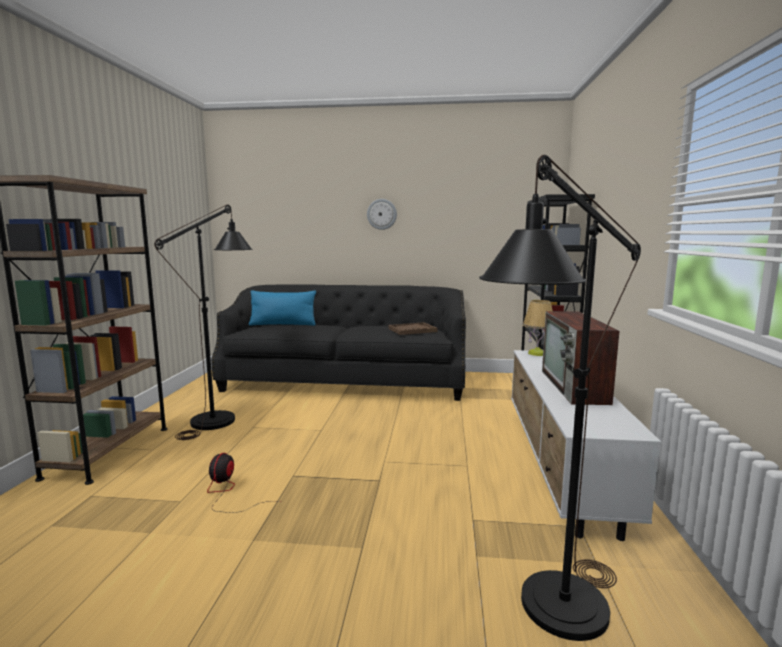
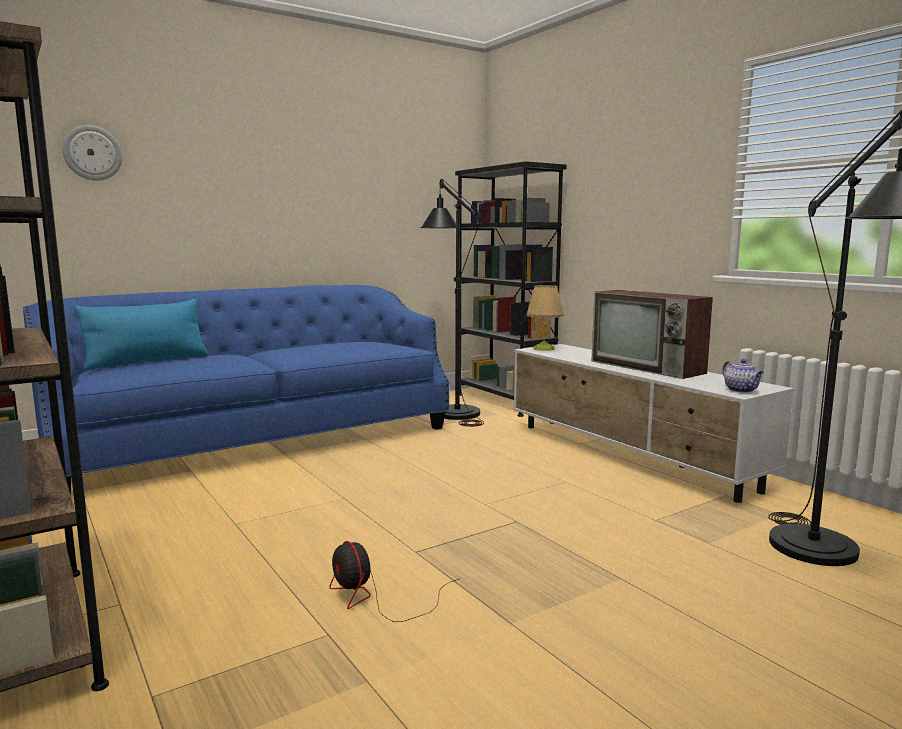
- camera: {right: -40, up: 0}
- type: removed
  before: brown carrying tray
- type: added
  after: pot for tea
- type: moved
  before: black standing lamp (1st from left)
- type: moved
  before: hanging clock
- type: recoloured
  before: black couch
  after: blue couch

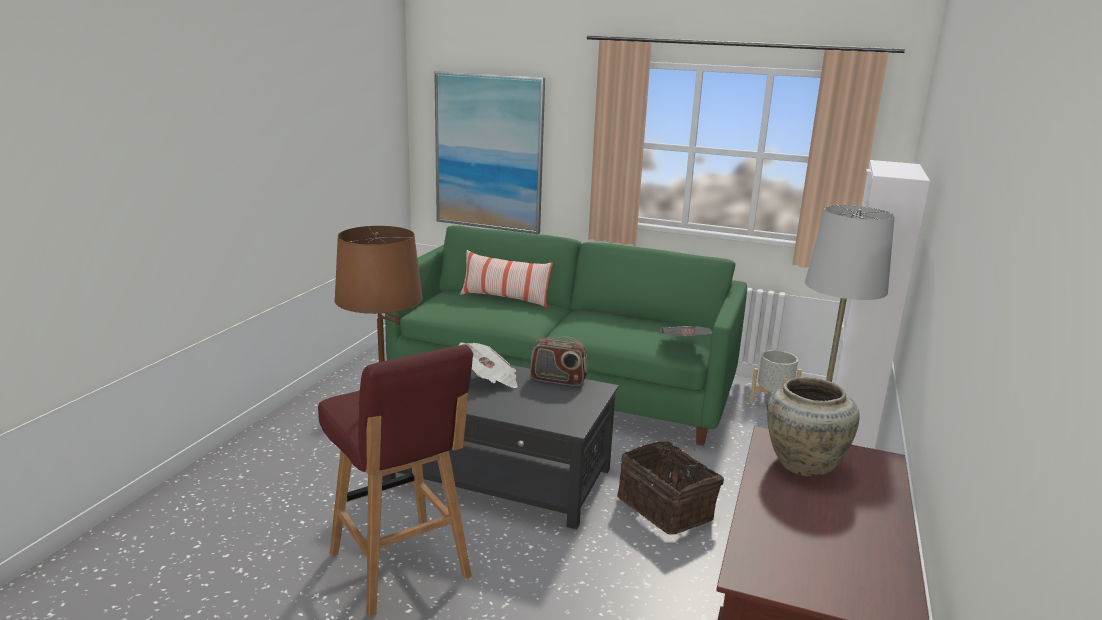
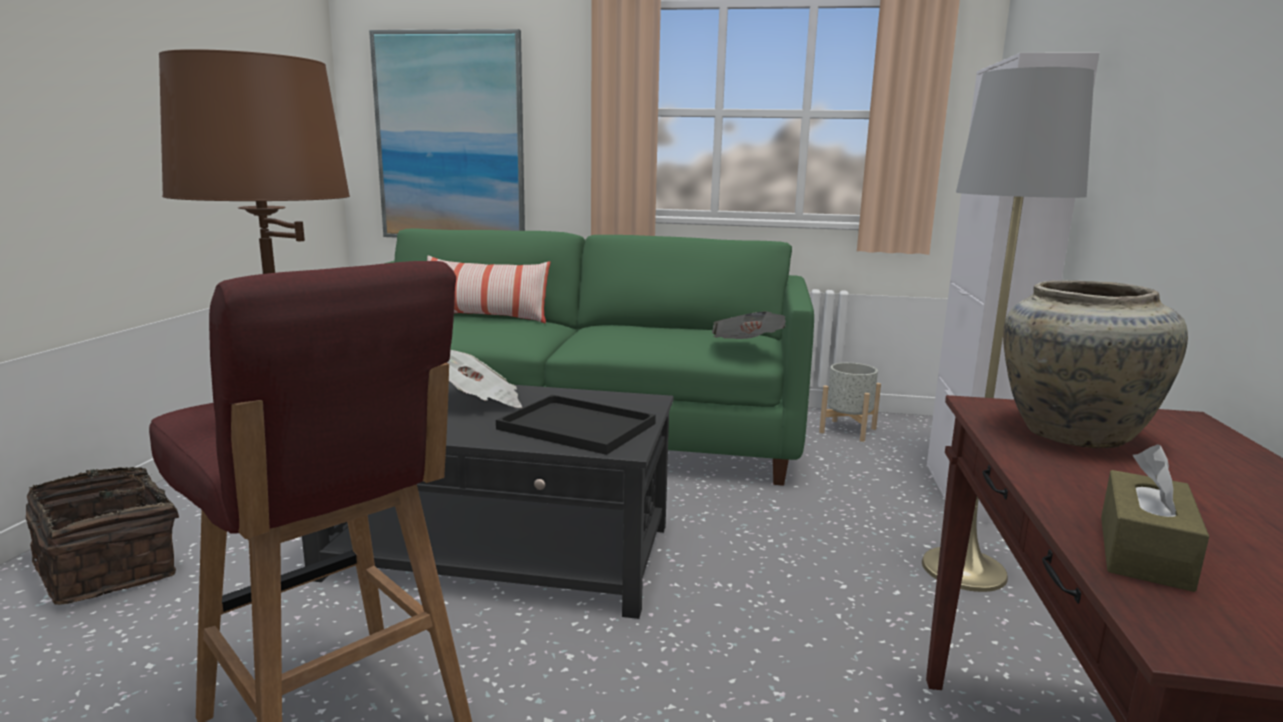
- camera: {right: -10, up: -5}
- type: removed
  before: radio receiver
- type: added
  after: black carrying tray
- type: added
  after: brown tissue holder
- type: moved
  before: basket

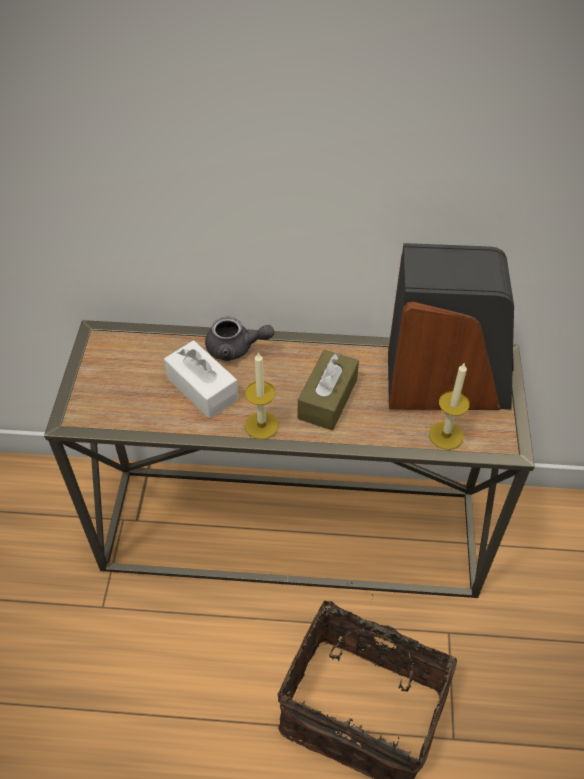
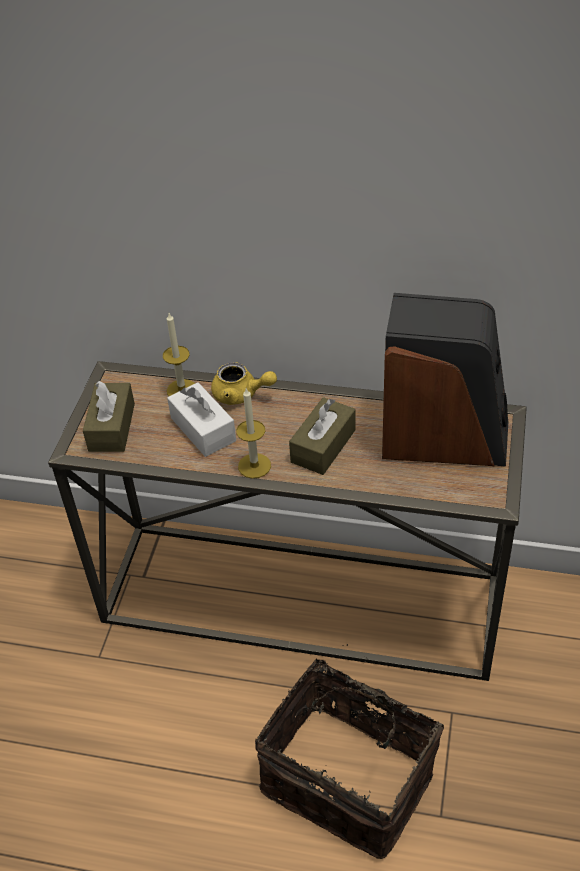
- camera: {right: 10, up: -5}
- type: added
  after: brown tissue holder (1st from left)
- type: moved
  before: wax candle (2nd from left in the first image)
  after: wax candle (1st from left)
- type: recoloured
  before: grey pot for tea
  after: yellow pot for tea

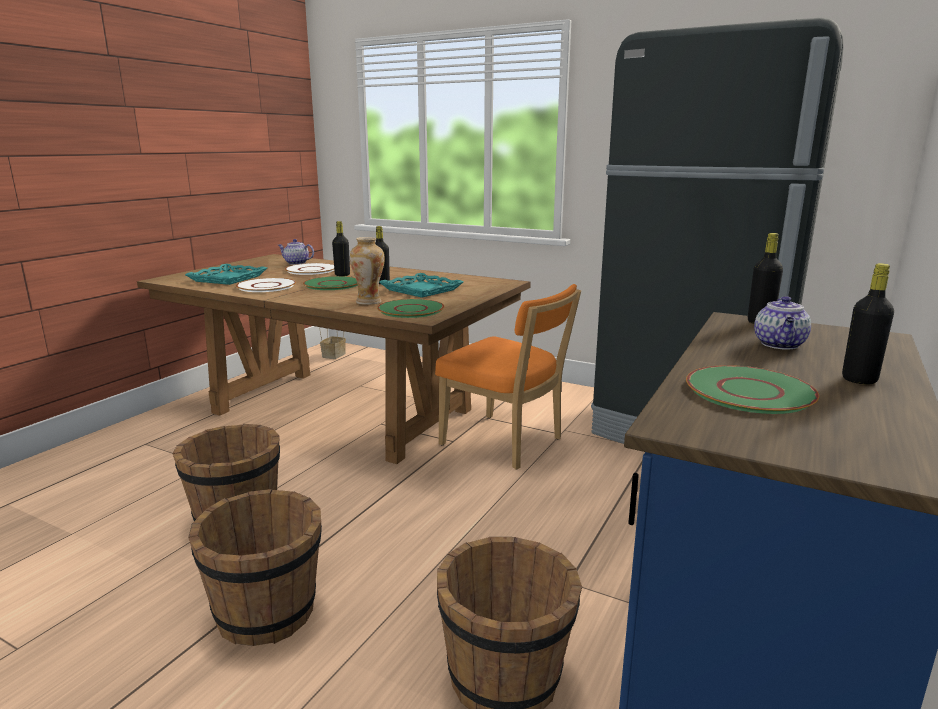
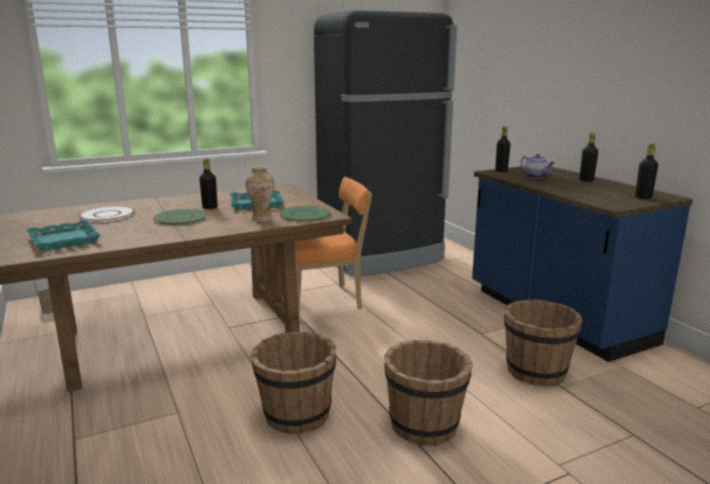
- camera: {right: -55, up: 0}
- type: removed
  before: white-coloured dinner plate (1st from left)
- type: removed
  before: pot for tea (1st from left)
- type: removed
  before: greenish dinner plate (3rd from left)
- type: moved
  before: black bottle (1st from left in the first image)
  after: black bottle (4th from left)

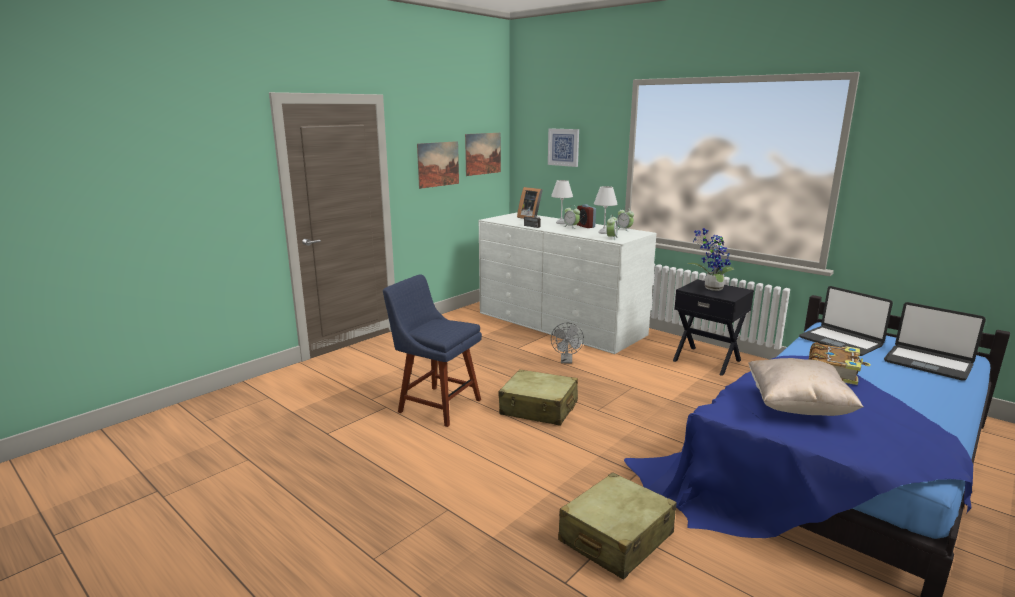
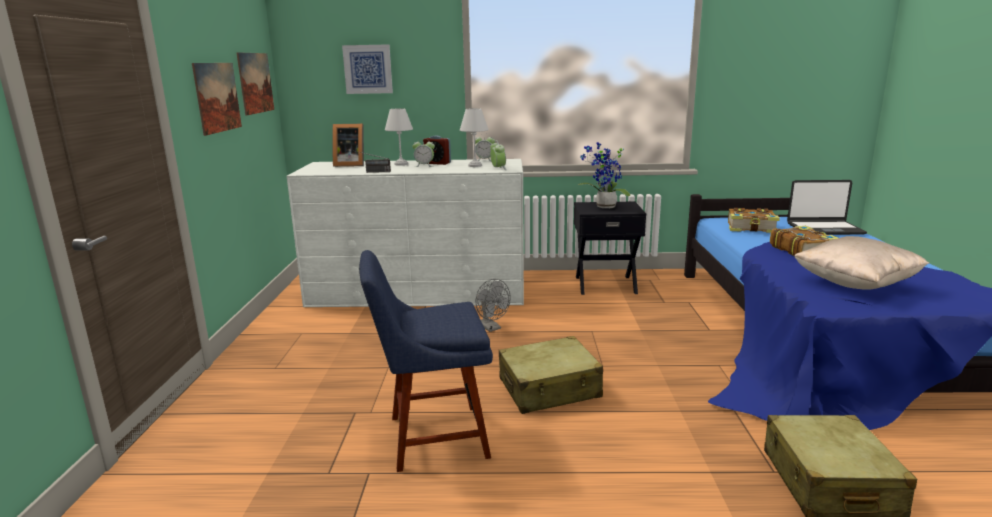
- camera: {right: -40, up: 0}
- type: replaced
  before: laptop (1st from left)
  after: bound book (1st from left)

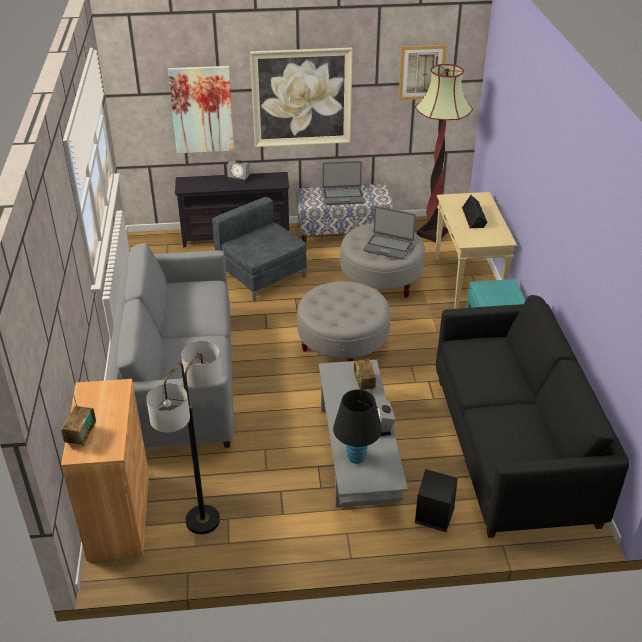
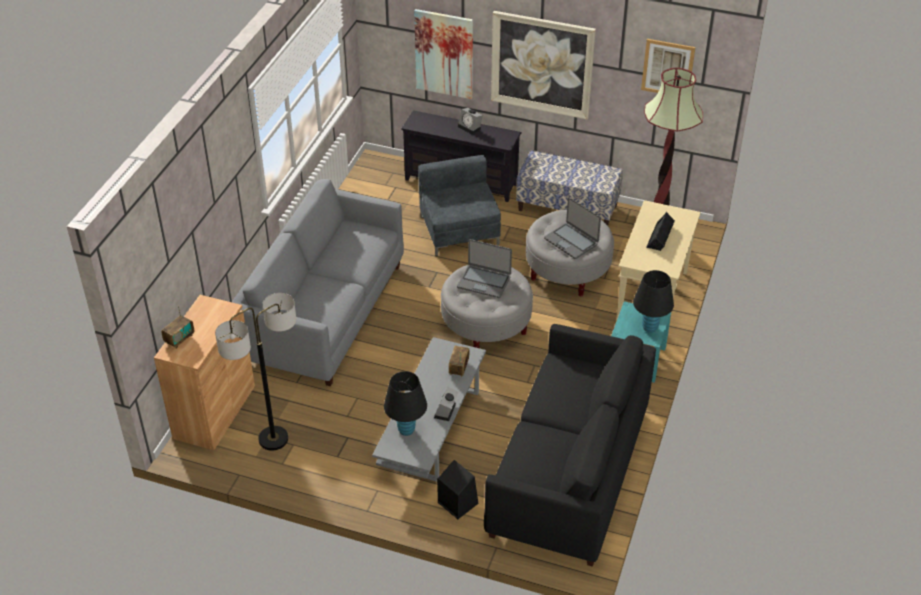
- camera: {right: 25, up: 5}
- type: added
  after: black table lamp (2nd from left)
- type: moved
  before: laptop (1st from left)

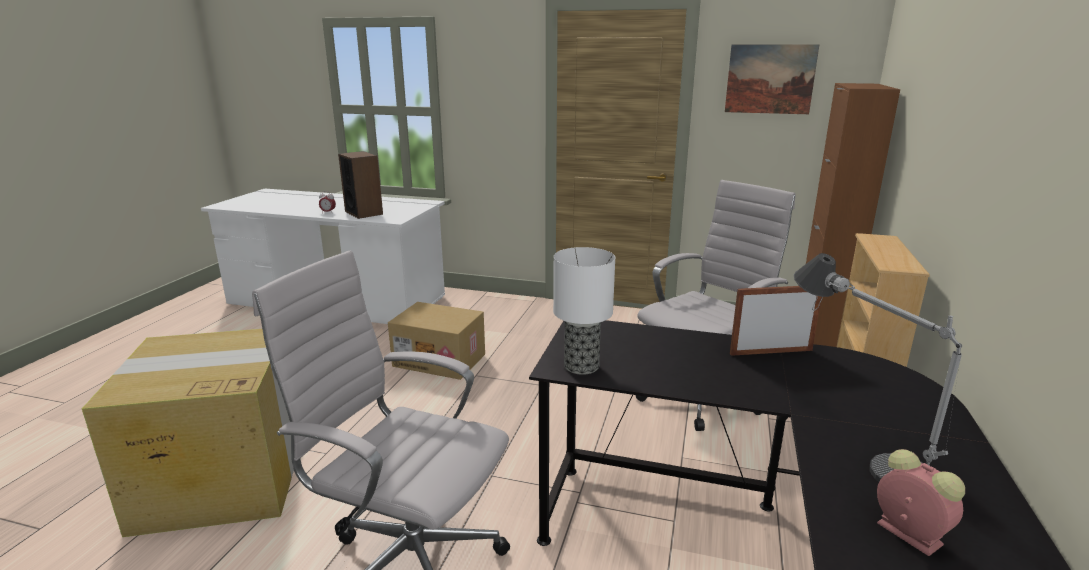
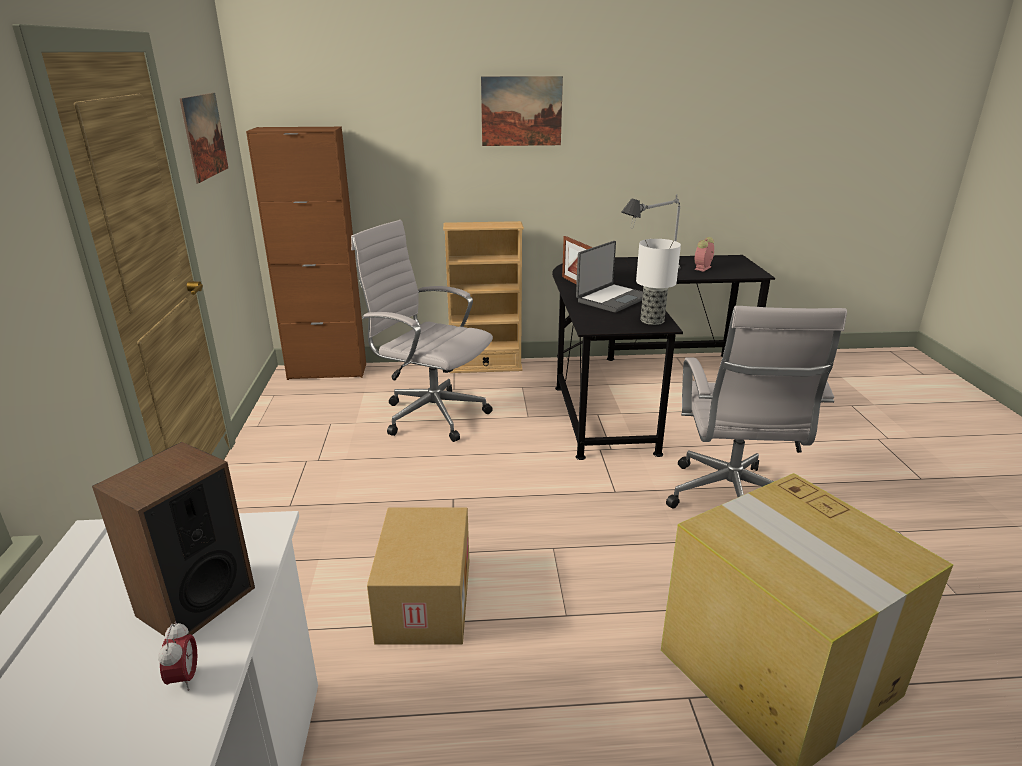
- camera: {right: -110, up: 5}
- type: added
  after: wall picture (2nd from left)
- type: added
  after: laptop

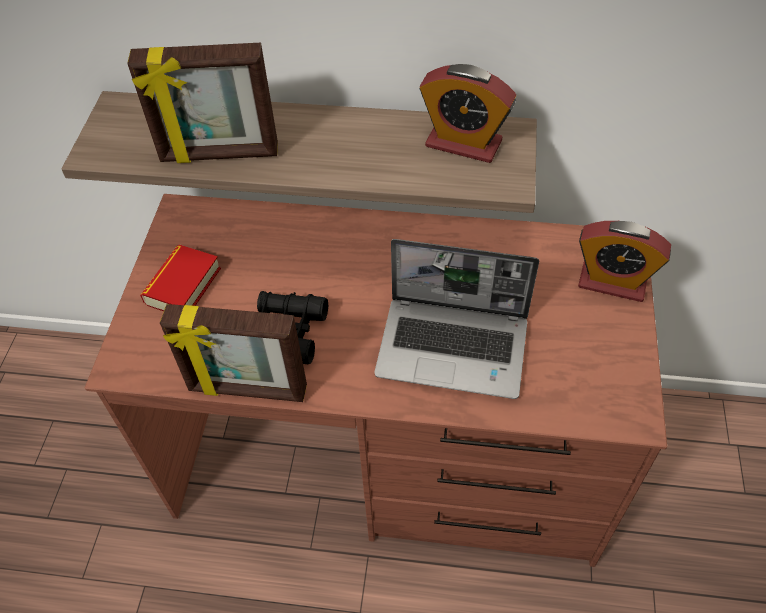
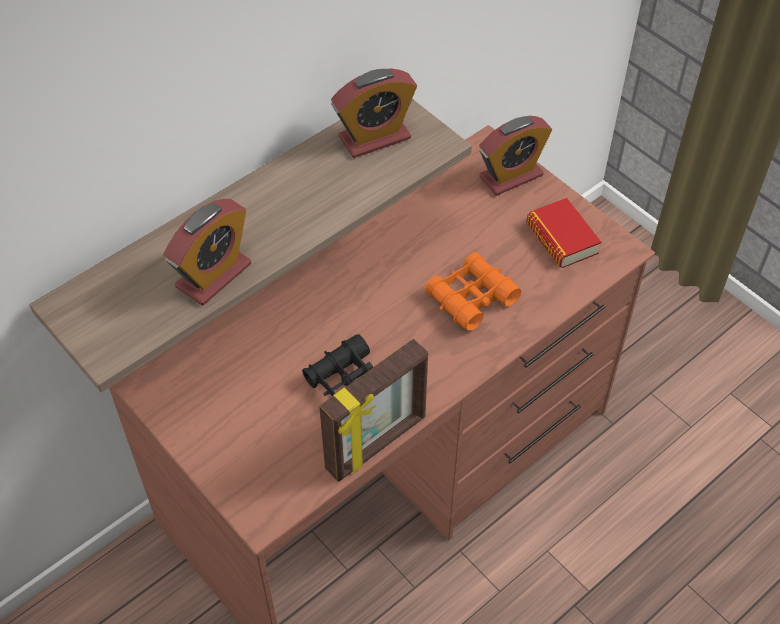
- camera: {right: -50, up: 0}
- type: moved
  before: bound book
- type: replaced
  before: photo frame (1st from left)
  after: bedside clock (1st from left)
- type: replaced
  before: laptop
  after: orange-coloured binoculars

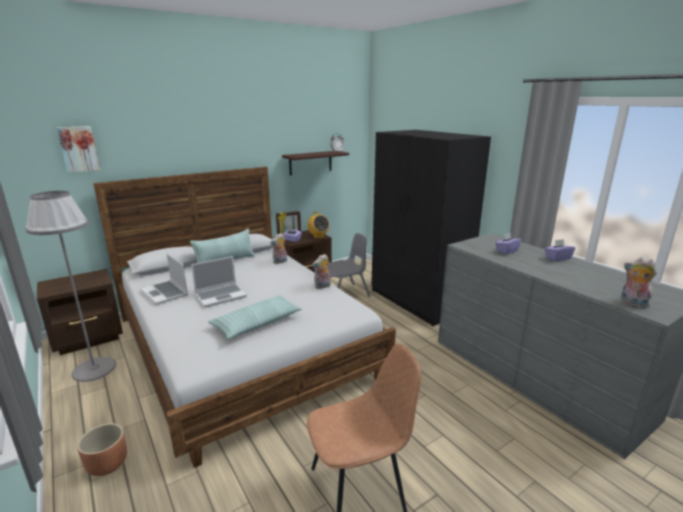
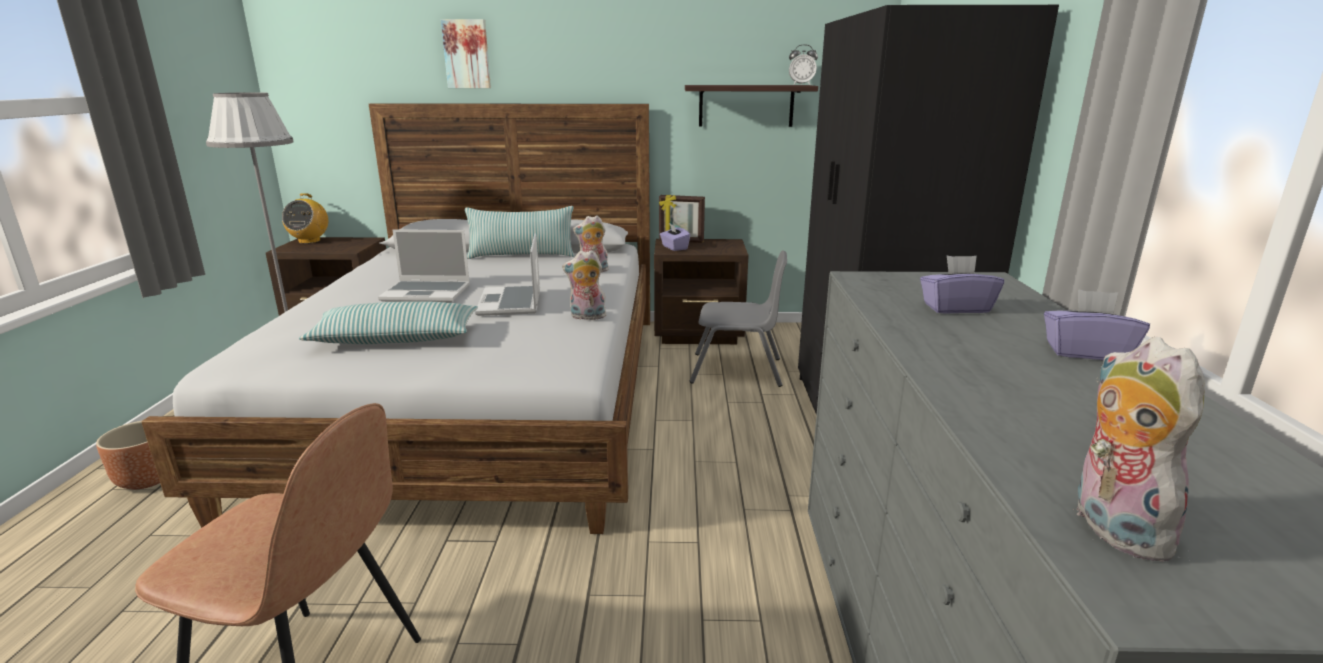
- camera: {right: 35, up: 0}
- type: moved
  before: wall picture
- type: moved
  before: laptop (1st from left in the first image)
  after: laptop (2nd from left)
- type: moved
  before: radio receiver

